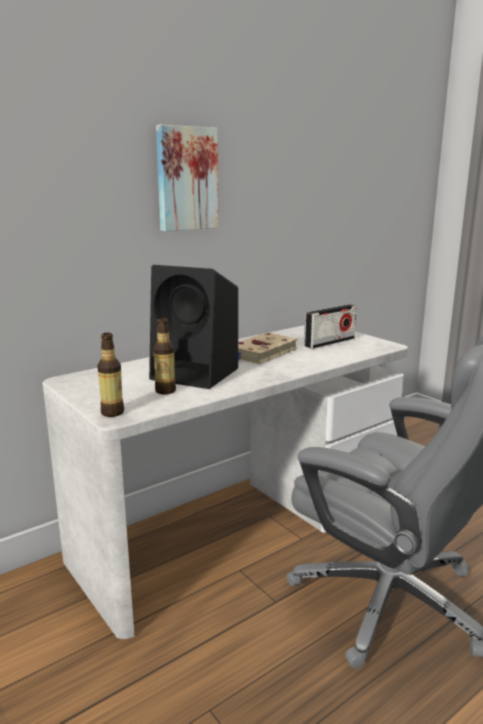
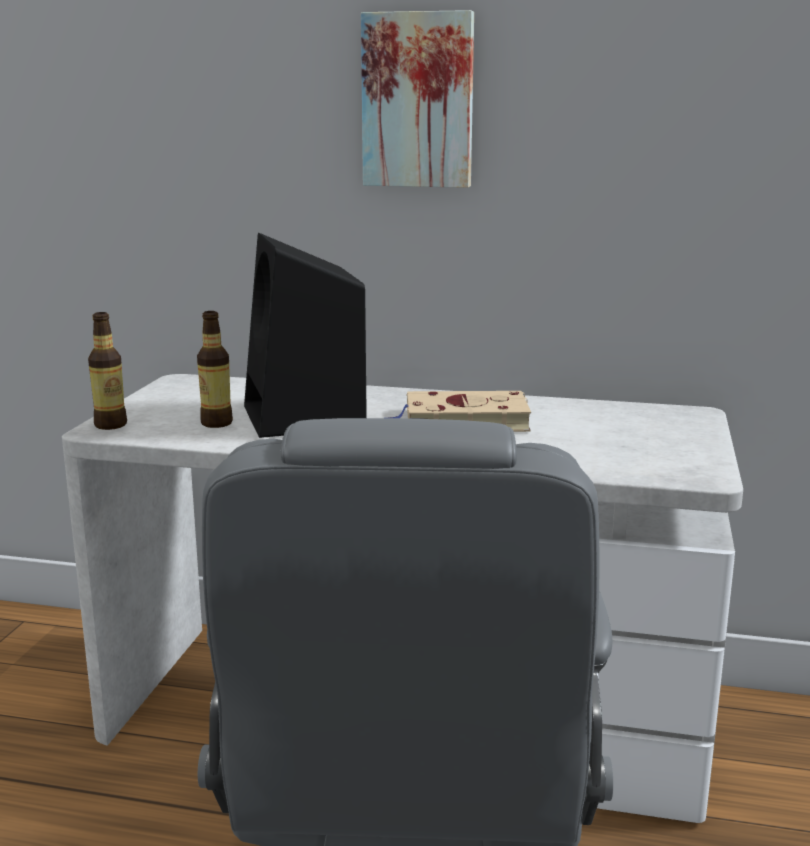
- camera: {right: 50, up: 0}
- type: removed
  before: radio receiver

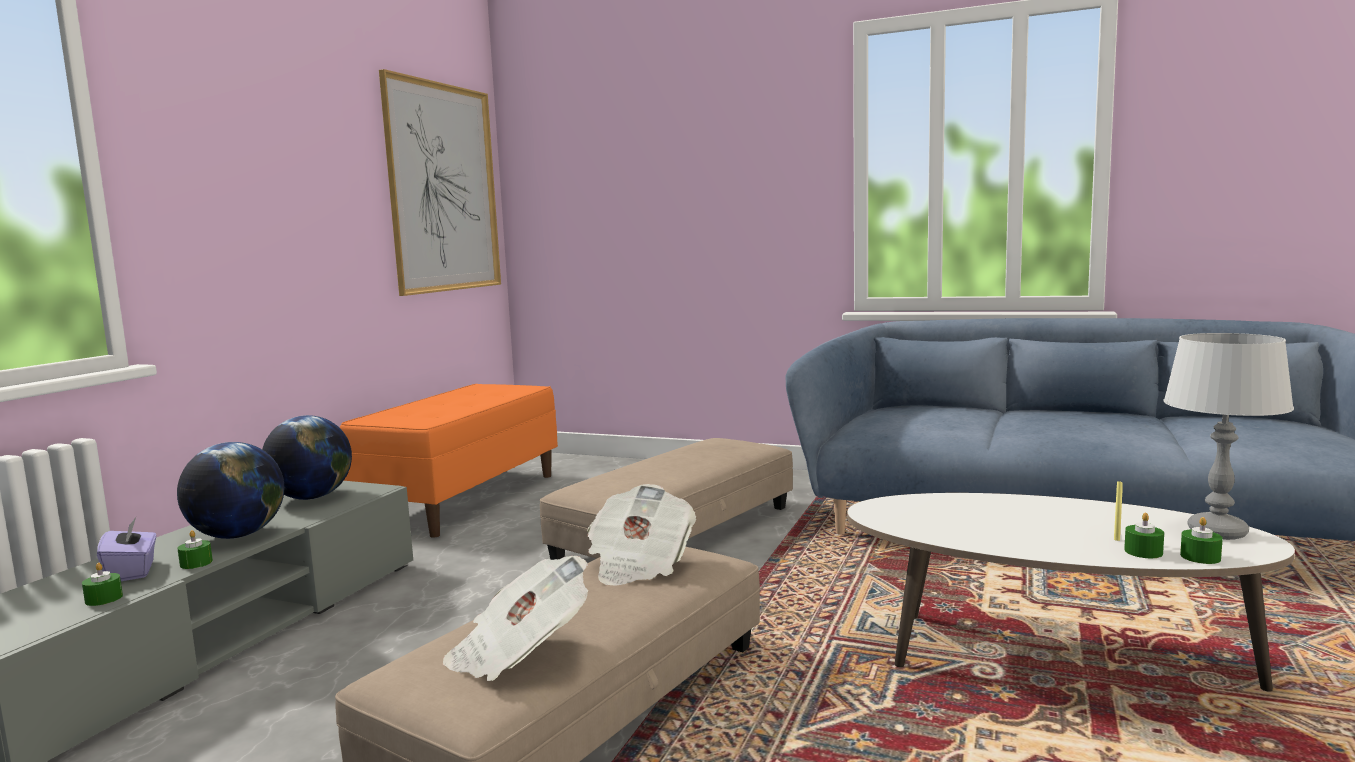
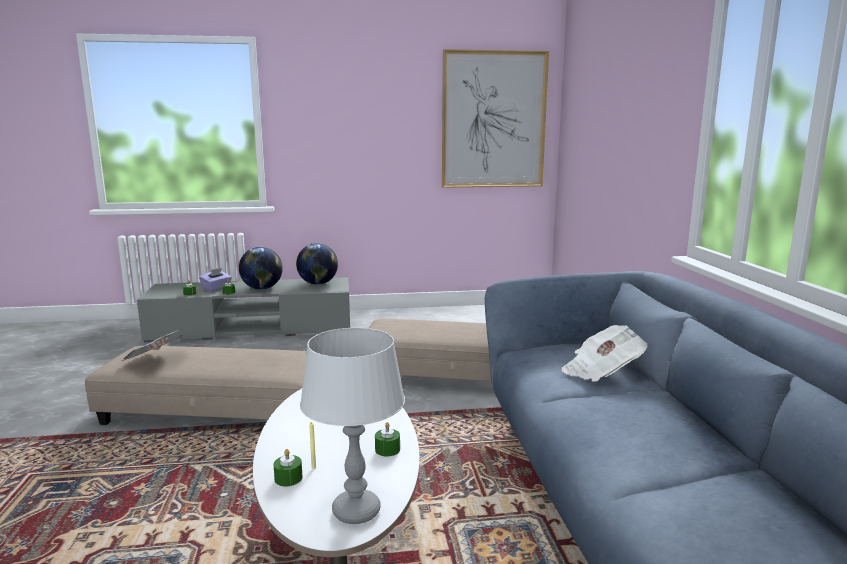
- camera: {right: 60, up: 5}
- type: removed
  before: orange-coloured indoor bench
- type: moved
  before: printed paper (2nd from left)
- type: moved
  before: greenish wax candle (4th from left)

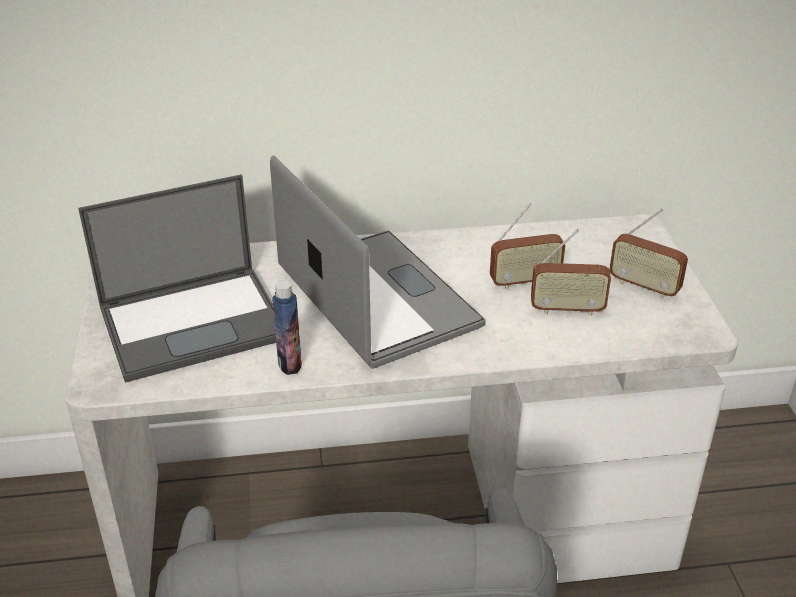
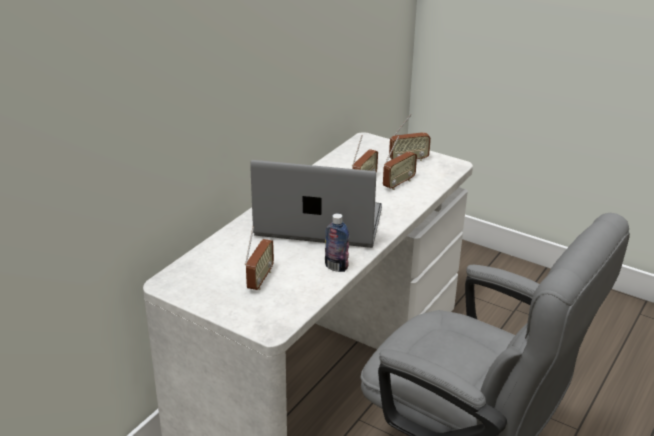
- camera: {right: -50, up: -5}
- type: replaced
  before: laptop (1st from left)
  after: radio receiver (1st from left)

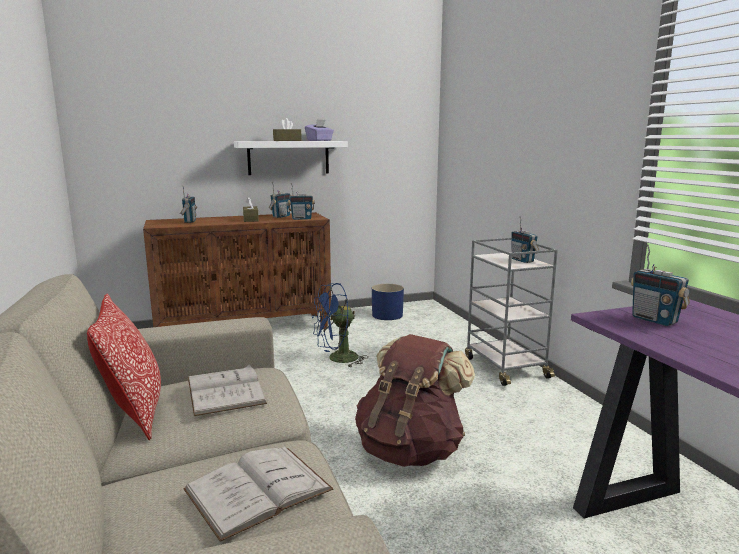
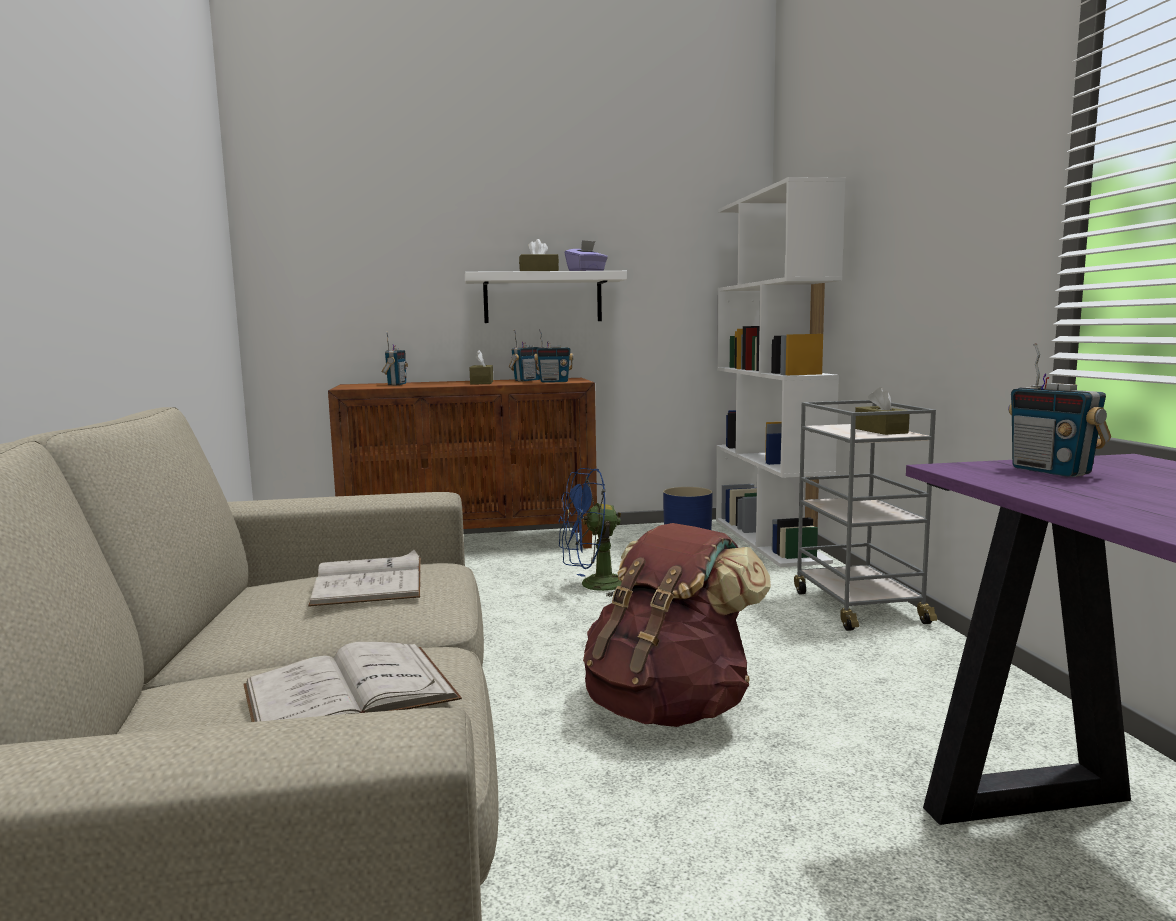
- camera: {right: 10, up: -5}
- type: removed
  before: cushion
- type: added
  after: white-coloured bookshelf
- type: replaced
  before: radio receiver (4th from left)
  after: brown tissue holder (3rd from left)

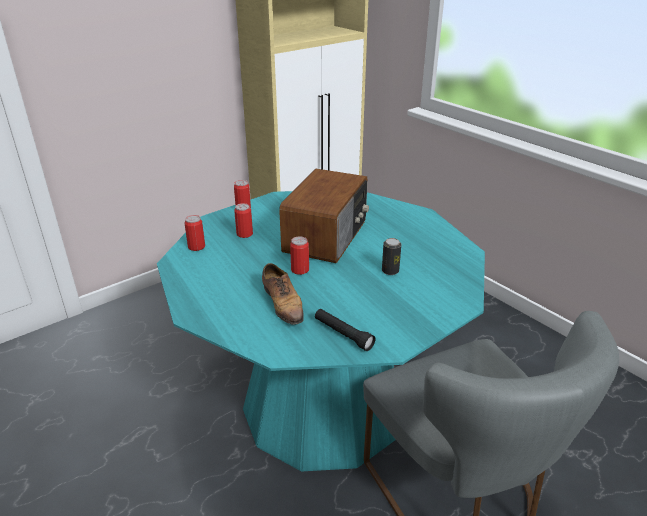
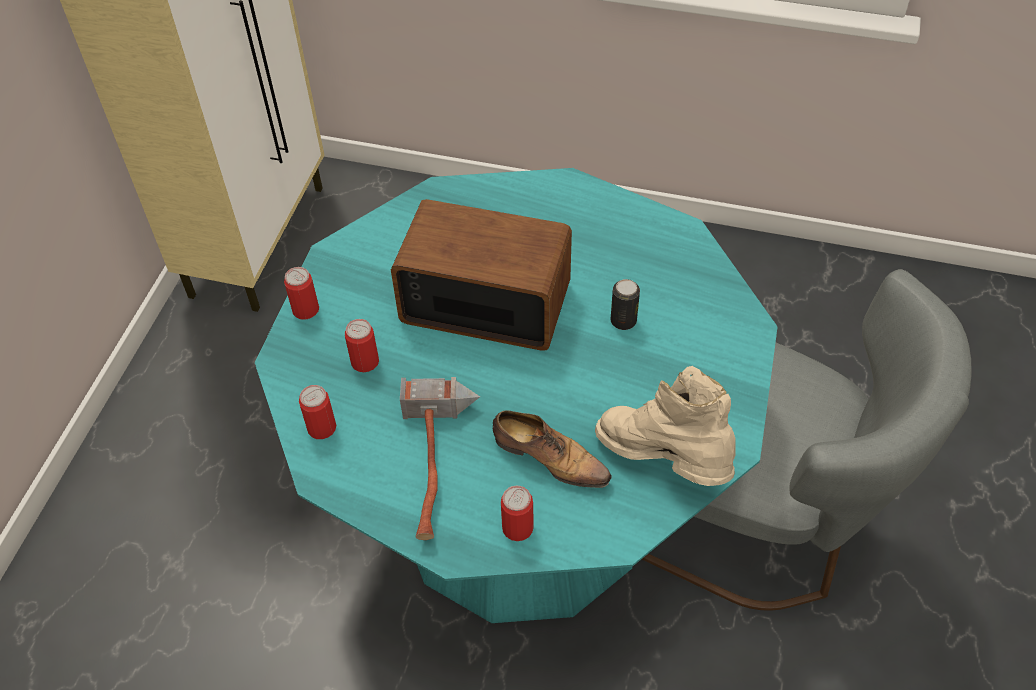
- camera: {right: -35, up: 20}
- type: added
  after: hammer
- type: moved
  before: metal can (4th from left)
- type: replaced
  before: black flashlight
  after: beige-coloured tall boot
- type: turned
  before: radio receiver
  turn: -60

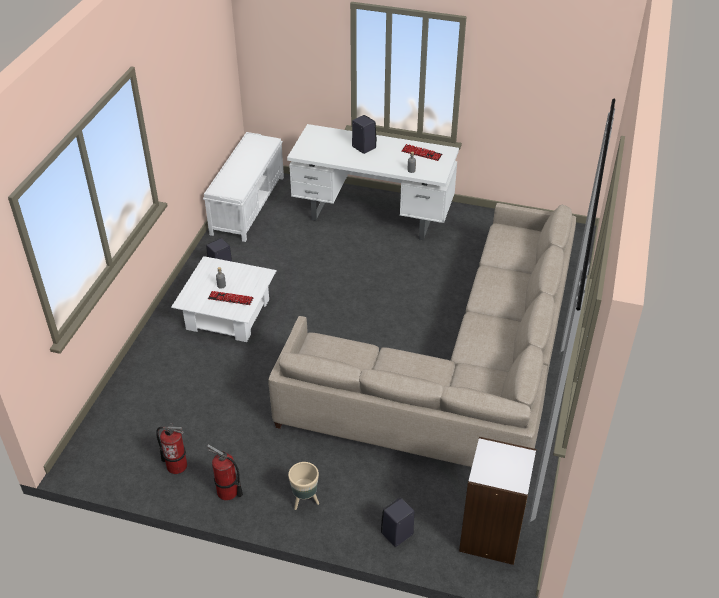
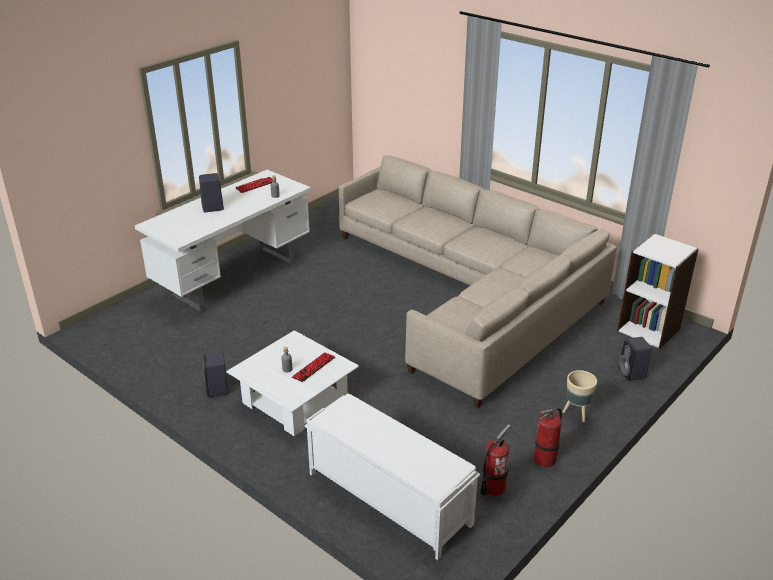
- camera: {right: -65, up: -10}
- type: moved
  before: white-coloured indoor bench

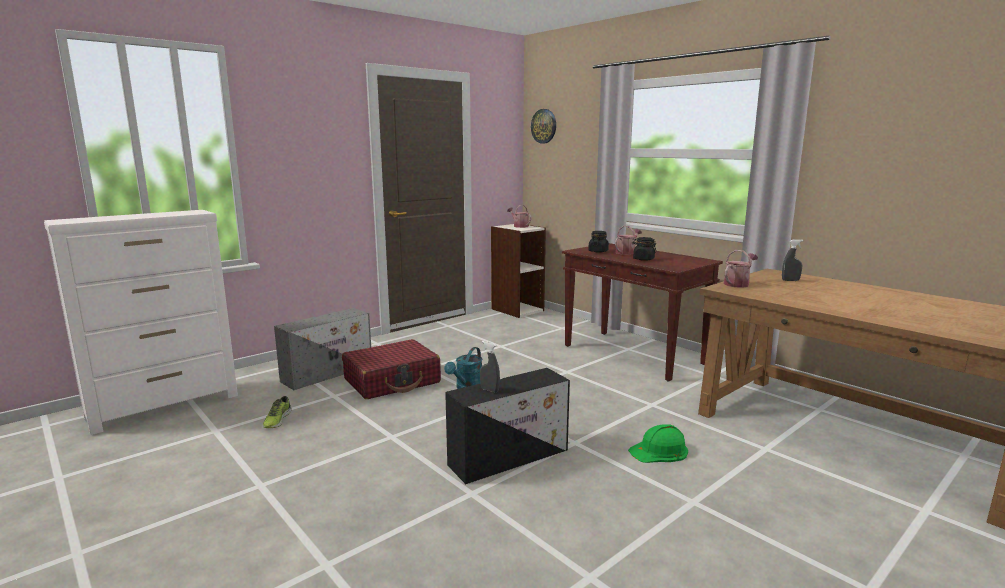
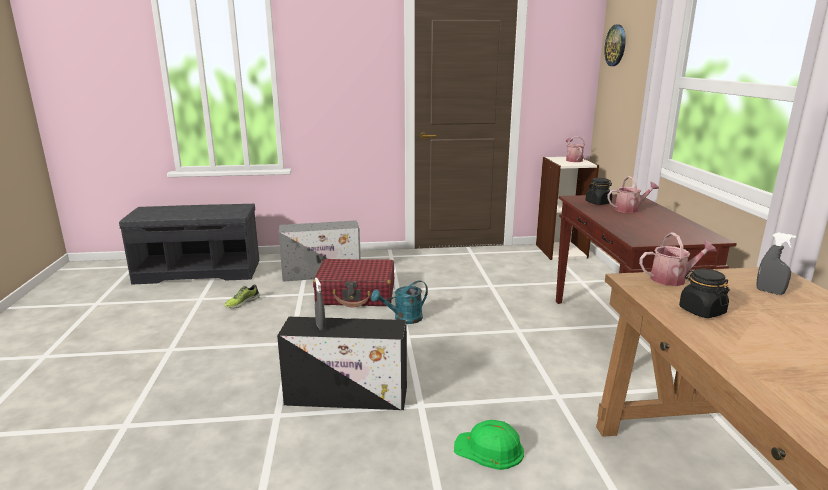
- camera: {right: 35, up: 5}
- type: moved
  before: black preserve jar (2nd from left)
- type: replaced
  before: white-coloured dresser
  after: grey indoor bench

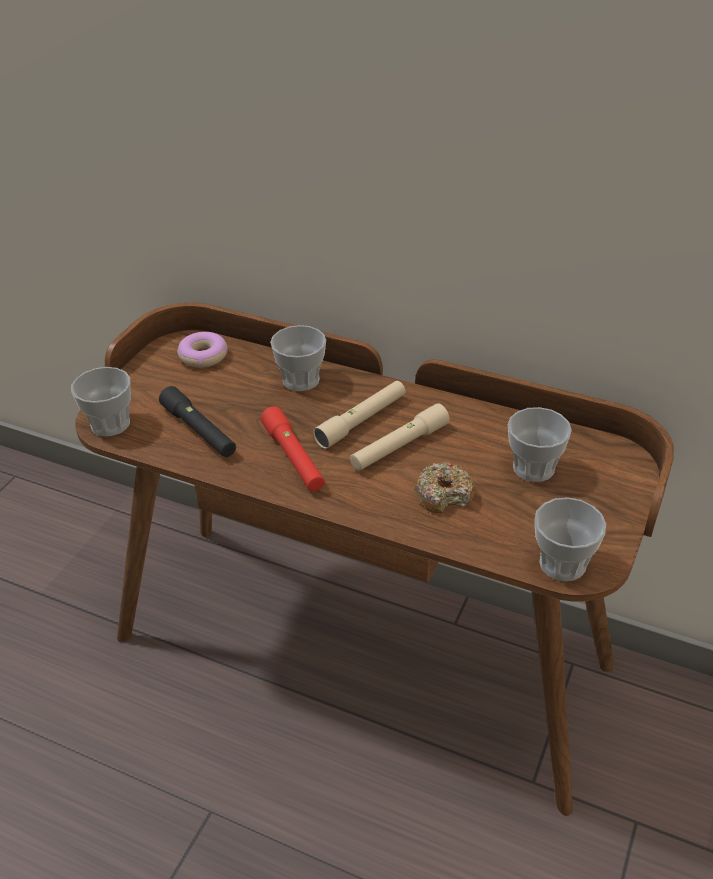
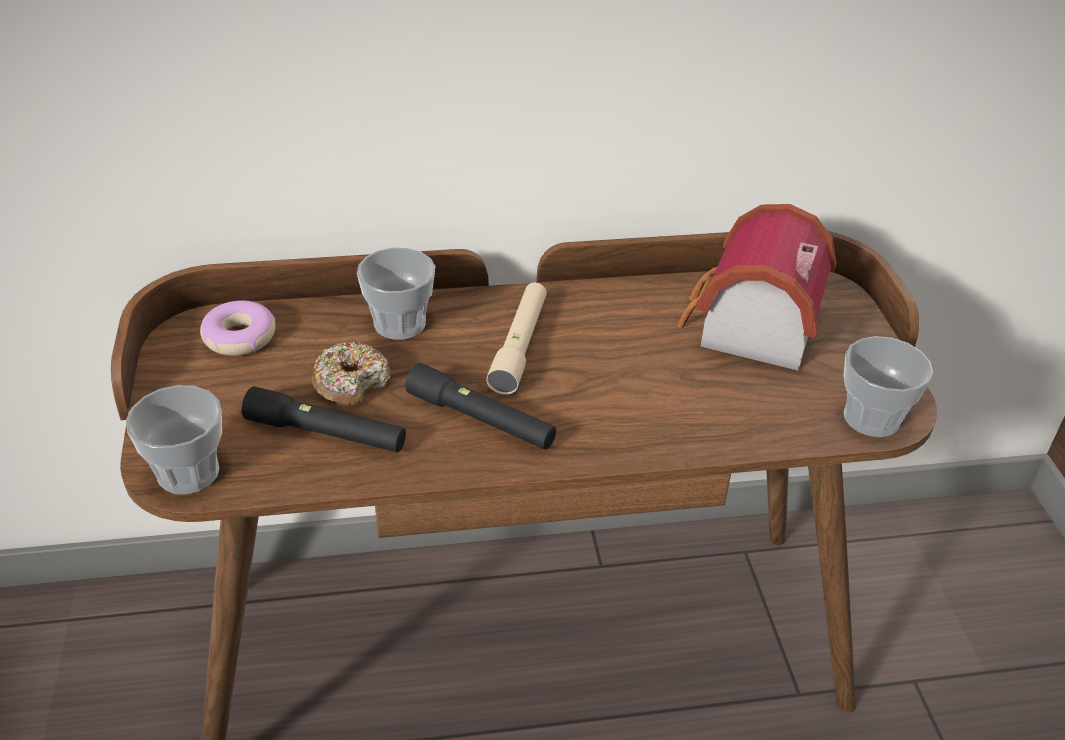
- camera: {right: -35, up: 0}
- type: removed
  before: beige-coloured flashlight (2nd from left)
- type: moved
  before: donut (2nd from left)
- type: replaced
  before: small cup (3rd from left)
  after: miniature house
- type: recoloured
  before: red flashlight
  after: black flashlight (2nd from left)

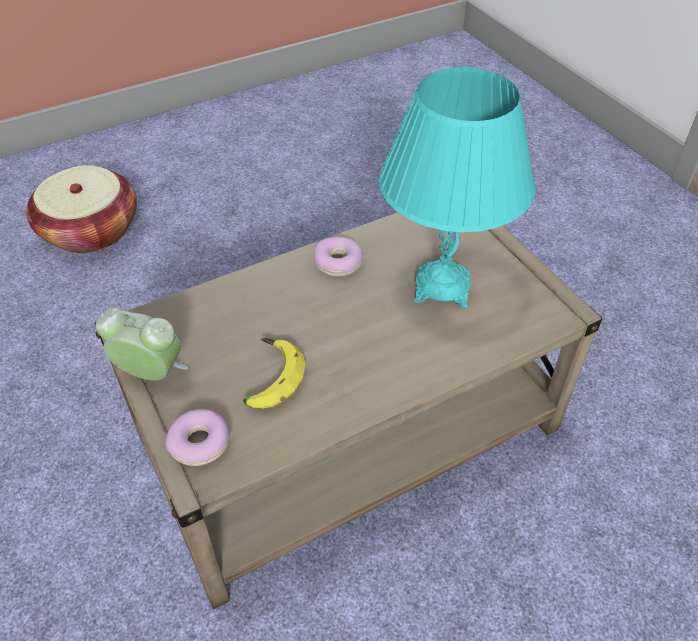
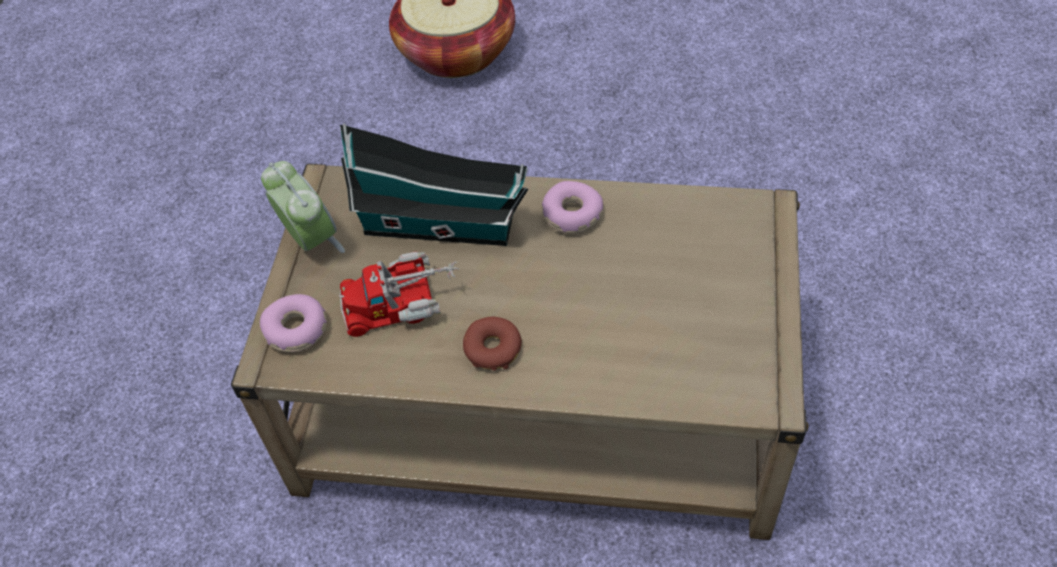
- camera: {right: 40, up: 5}
- type: removed
  before: turquoise-coloured table lamp
- type: added
  after: miniature house
- type: added
  after: donut (2nd from left)
- type: replaced
  before: banana
  after: toy lorry

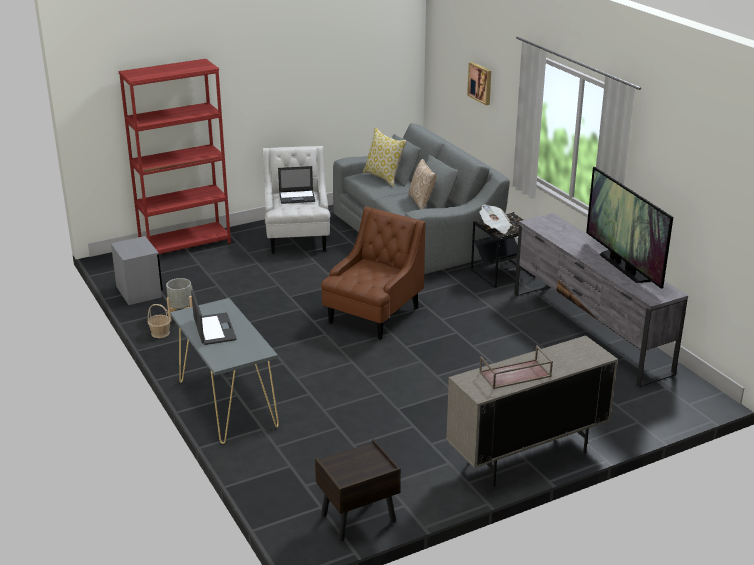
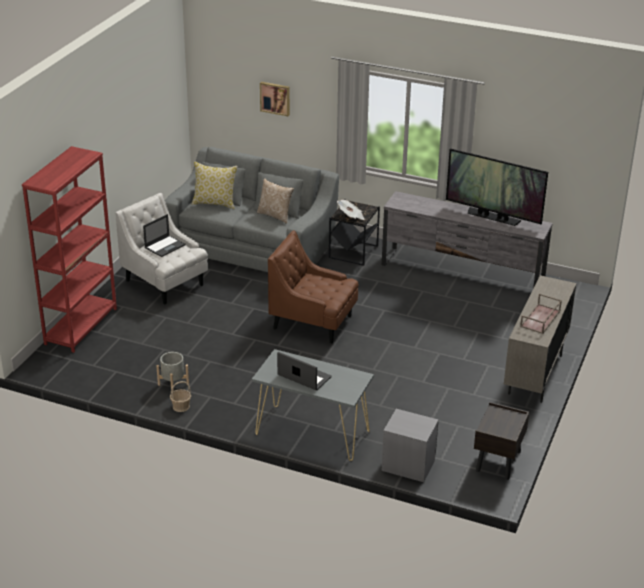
- camera: {right: -40, up: 5}
- type: moved
  before: grey bedside table
- type: turned
  before: brown lounge chair
  turn: -60

